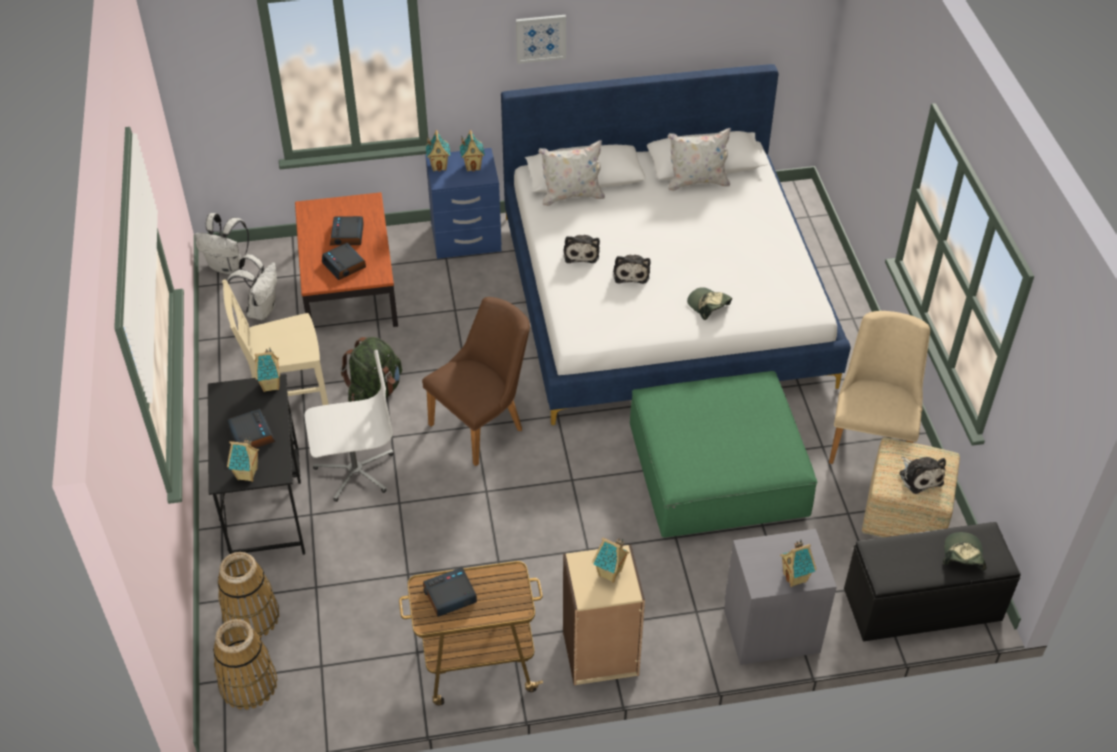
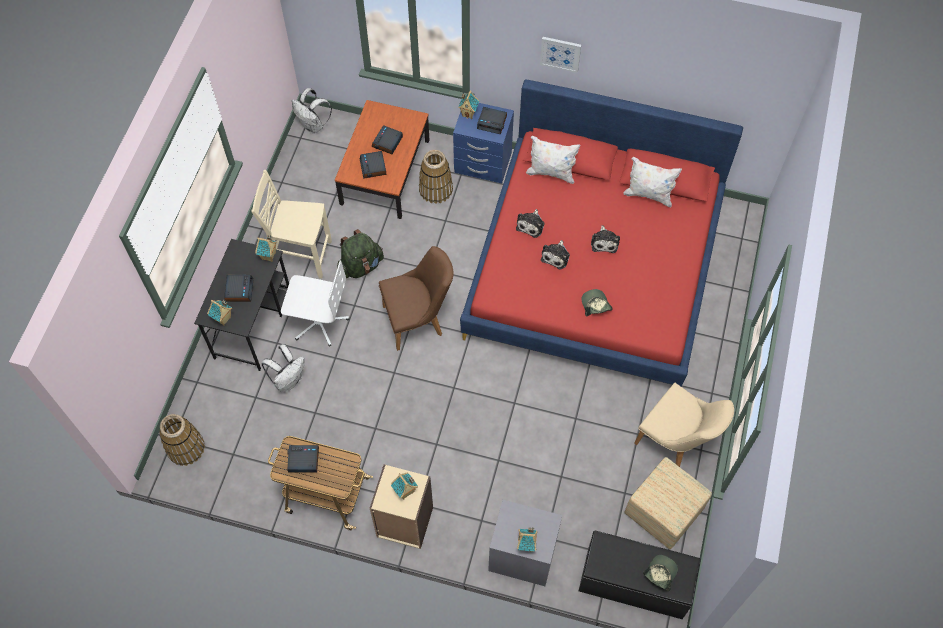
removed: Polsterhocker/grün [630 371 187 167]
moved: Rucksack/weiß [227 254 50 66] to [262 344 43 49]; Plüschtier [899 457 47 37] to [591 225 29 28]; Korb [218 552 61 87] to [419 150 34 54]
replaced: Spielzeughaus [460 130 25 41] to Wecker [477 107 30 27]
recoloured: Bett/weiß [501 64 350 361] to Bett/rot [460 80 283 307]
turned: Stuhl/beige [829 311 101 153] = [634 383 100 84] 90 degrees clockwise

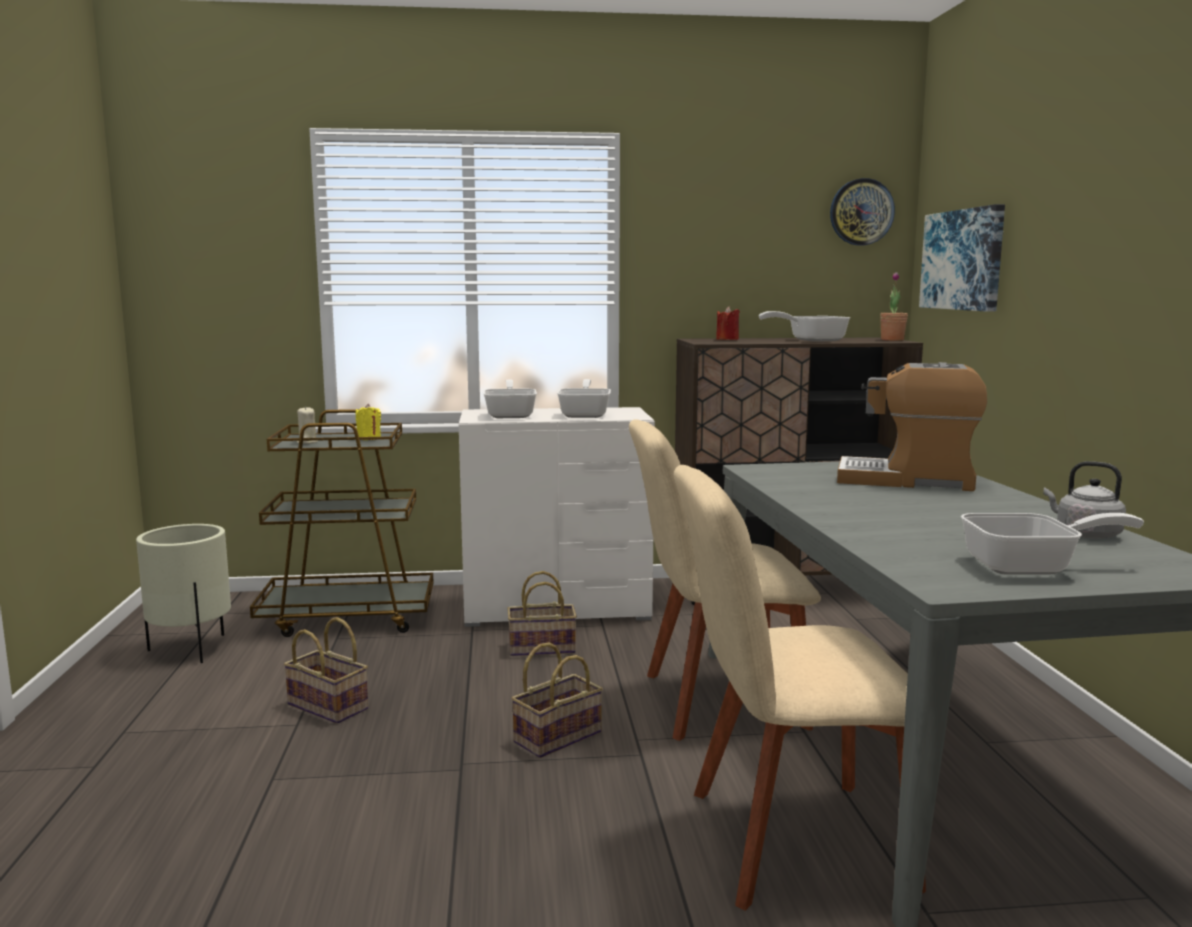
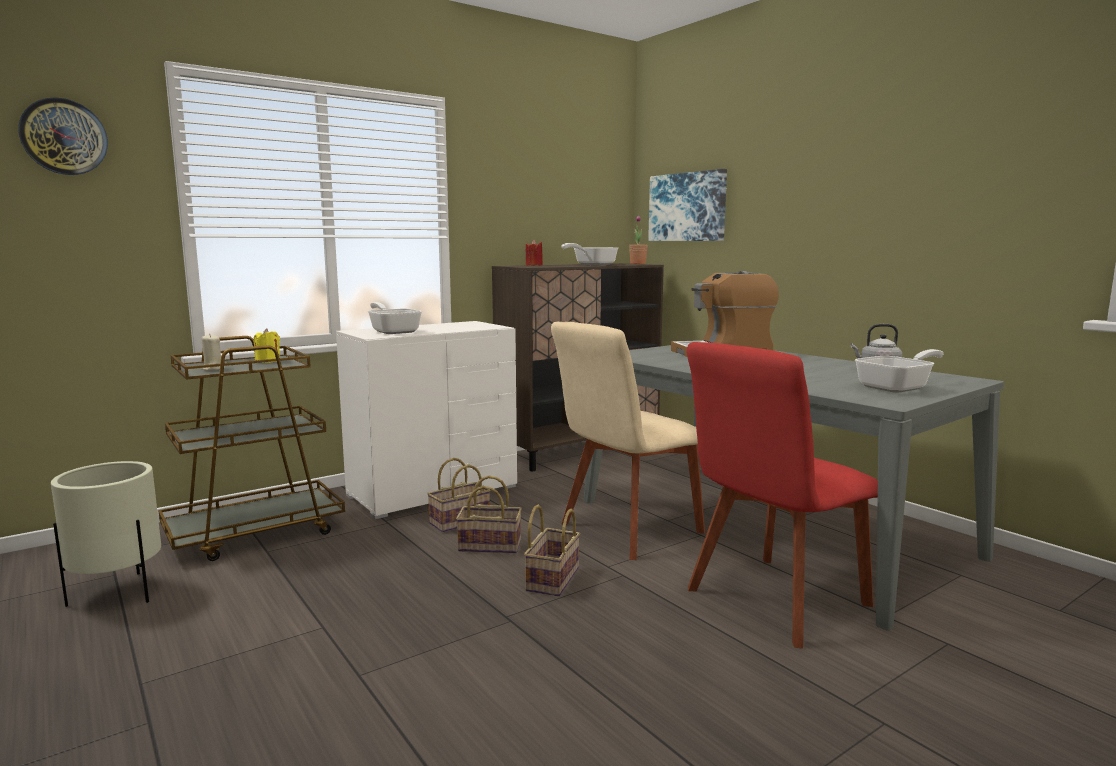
removed: Pfanne [557 379 54 39]
moved: Wanduhr [830 178 65 67] to [19 97 89 78]; Korb [284 617 84 107] to [456 476 66 77]
recoloured: Stuhl/beige [674 465 252 446] to Stuhl/rot [687 342 191 307]

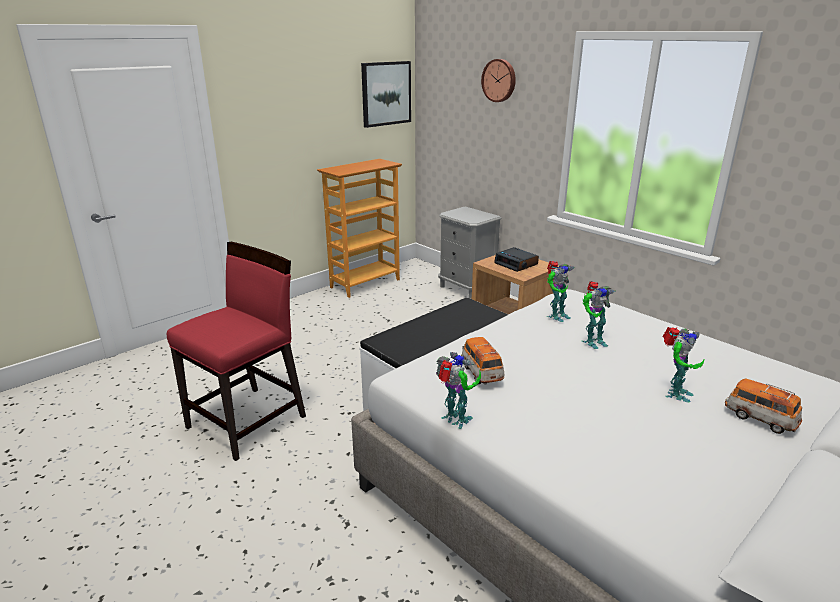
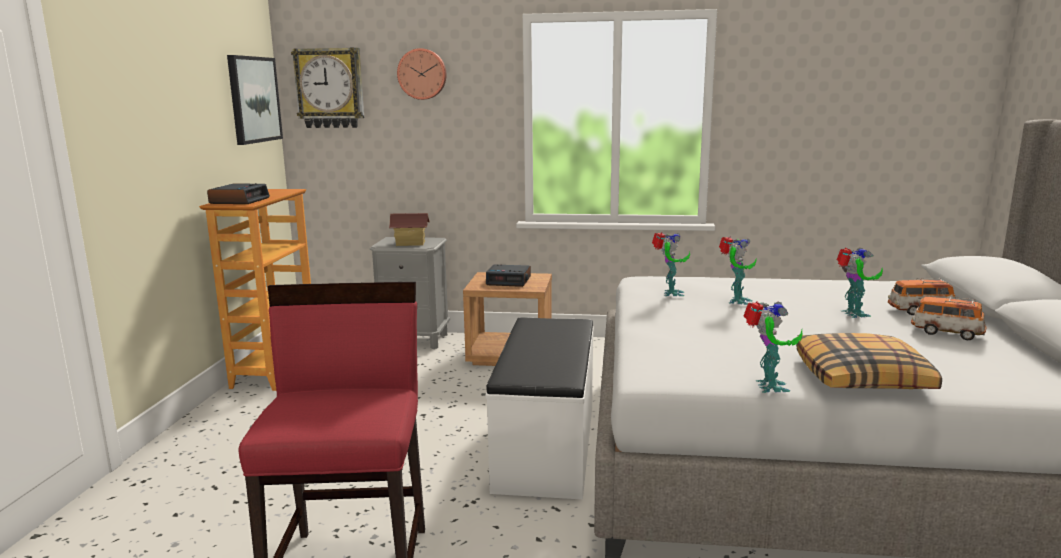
added: Wanduhr [291 47 73 81]; Wecker [207 183 63 21]; Spielzeughaus [389 213 41 33]; Kissen [796 333 146 56]
moved: Spielzeugauto [461 337 43 48] to [911 296 76 44]
turned: Spielzeugroboter [436 352 45 77] = [743 301 60 92] 90 degrees clockwise

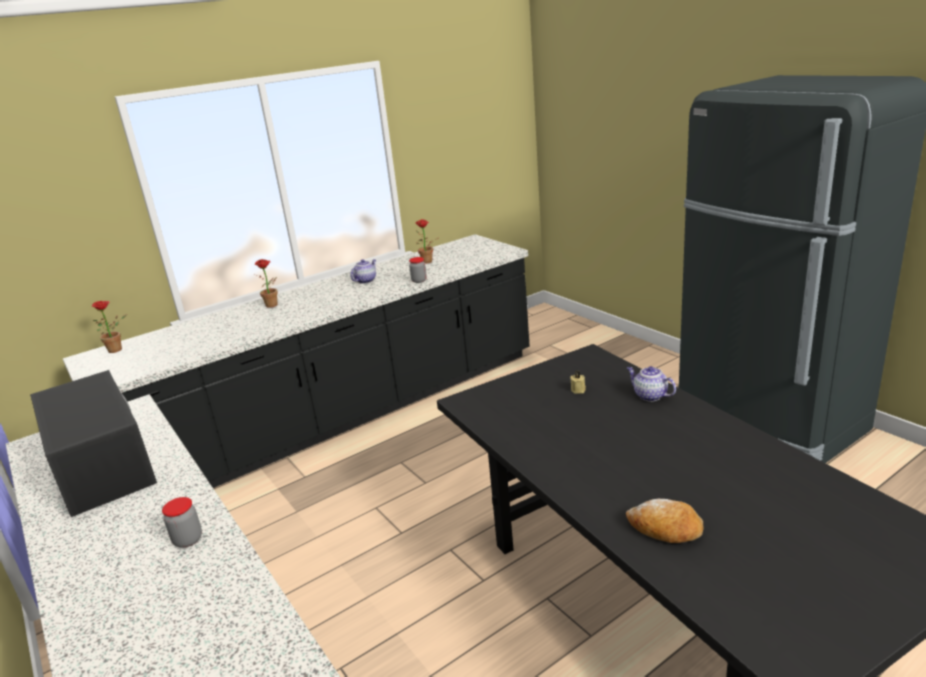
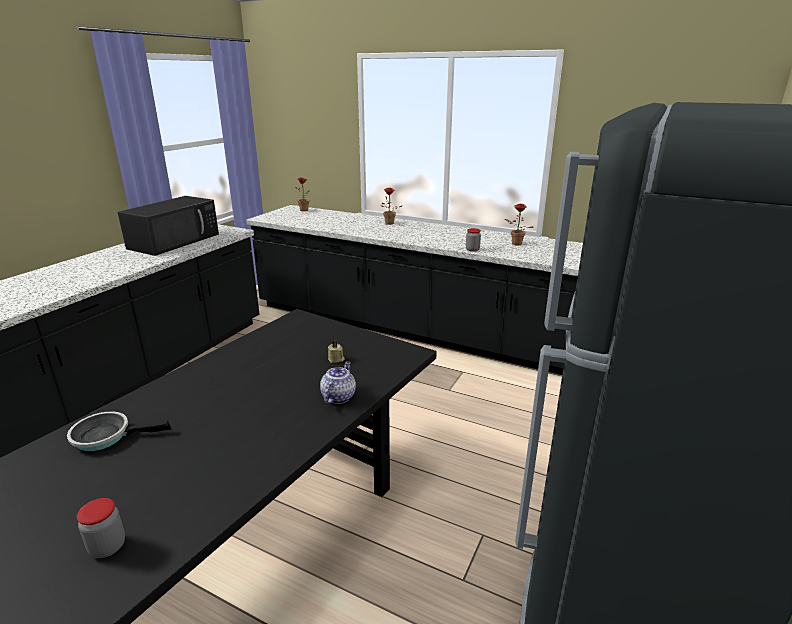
removed: Teekanne [350 259 26 25]
moved: Vorratsglas [162 497 40 51] to [77 498 48 60]
replaced: Brot [626 499 78 44] to Pfanne [67 412 104 39]

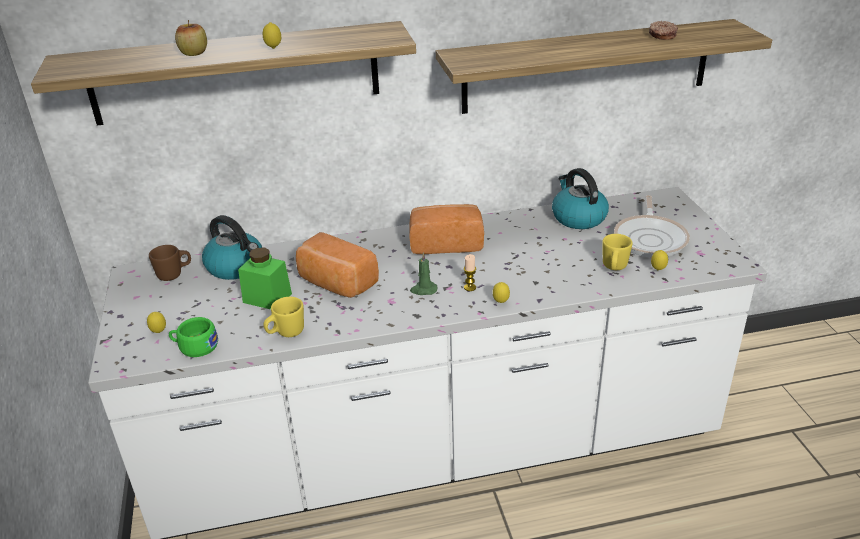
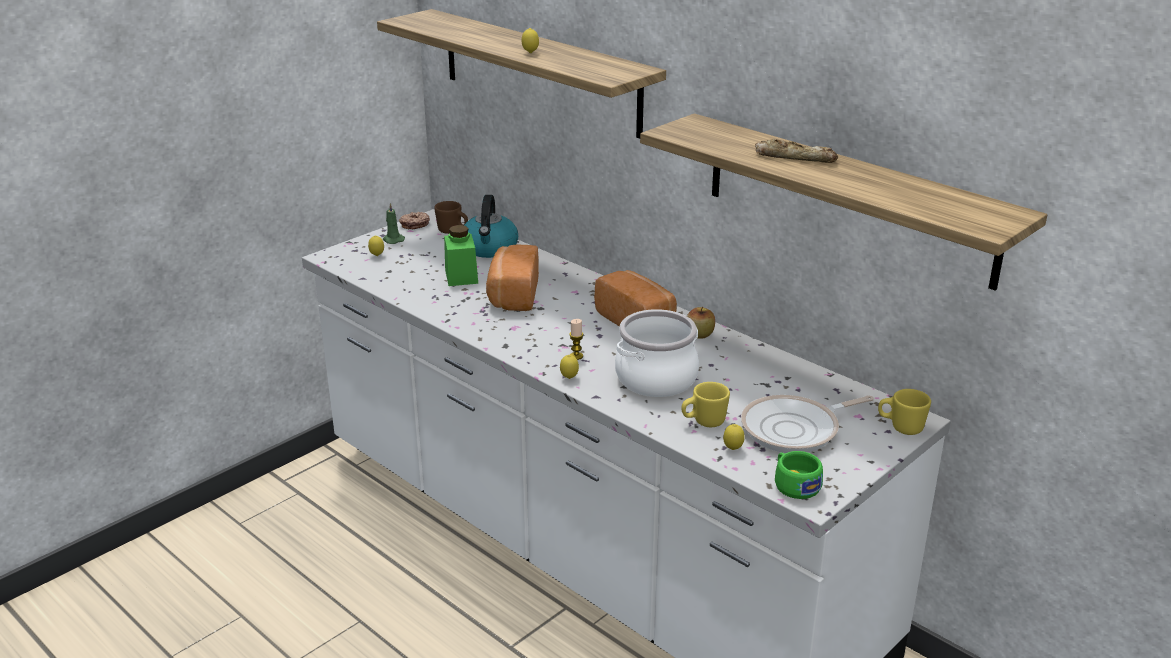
removed: Wasserkessel [552 168 57 61]
added: Brot [755 139 83 24]; Kochtopf [615 309 84 88]
moved: Apfel [175 20 32 36] to [687 307 28 32]; Donut [649 21 29 19] to [399 212 31 17]; Kerze/grün [410 253 27 42] to [383 203 22 41]; Henkelbecher/gelb [264 297 40 40] to [878 389 53 46]; Tasse/grün [169 317 49 40] to [775 451 48 48]

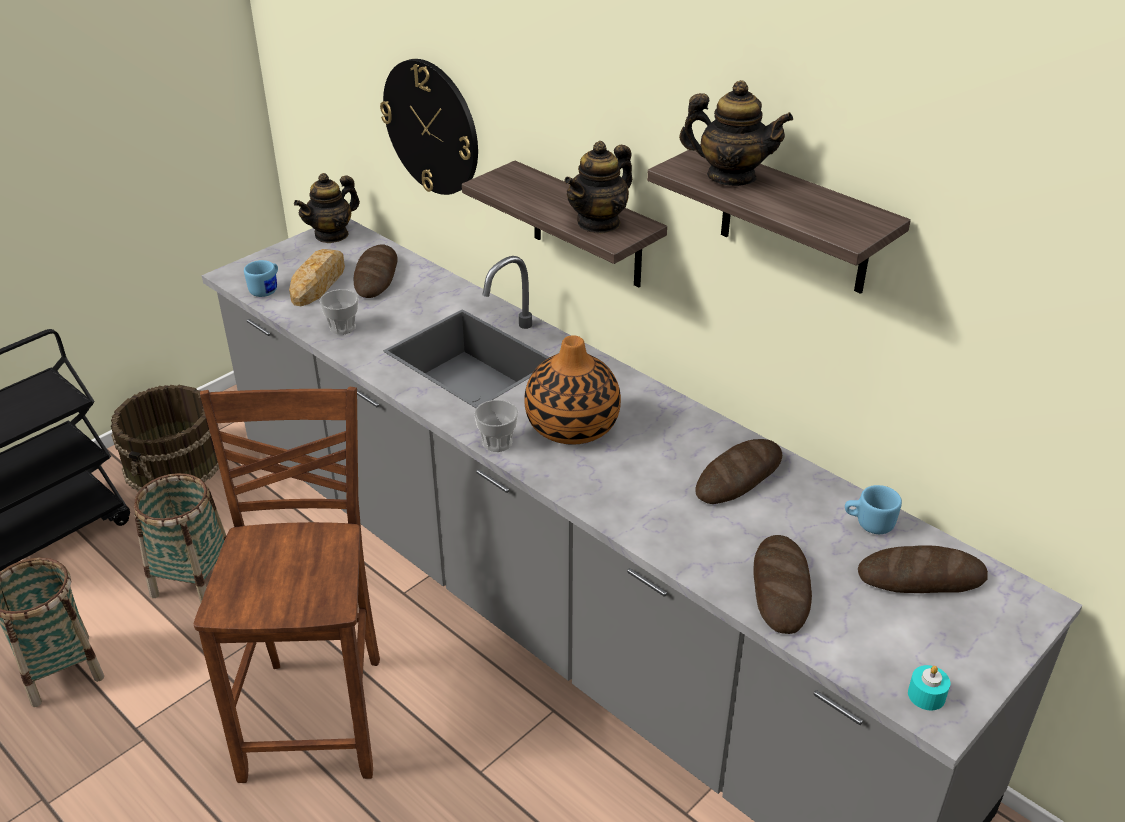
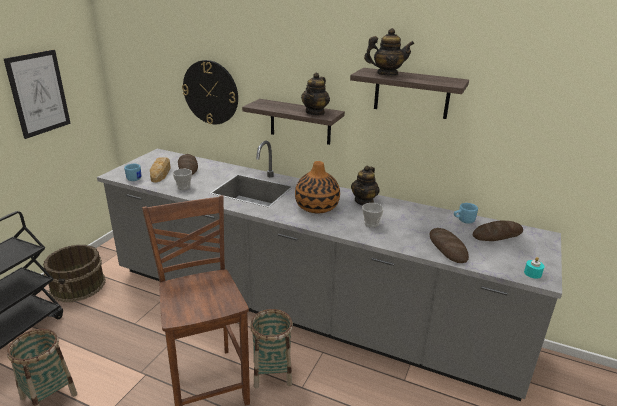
removed: Brot [695 439 87 65]
added: Bild [4 50 67 89]
moved: Teekanne [294 173 66 70] to [351 165 28 40]; Tasse [474 400 44 52] to [362 203 22 25]; Korb [134 473 92 130] to [250 309 43 80]

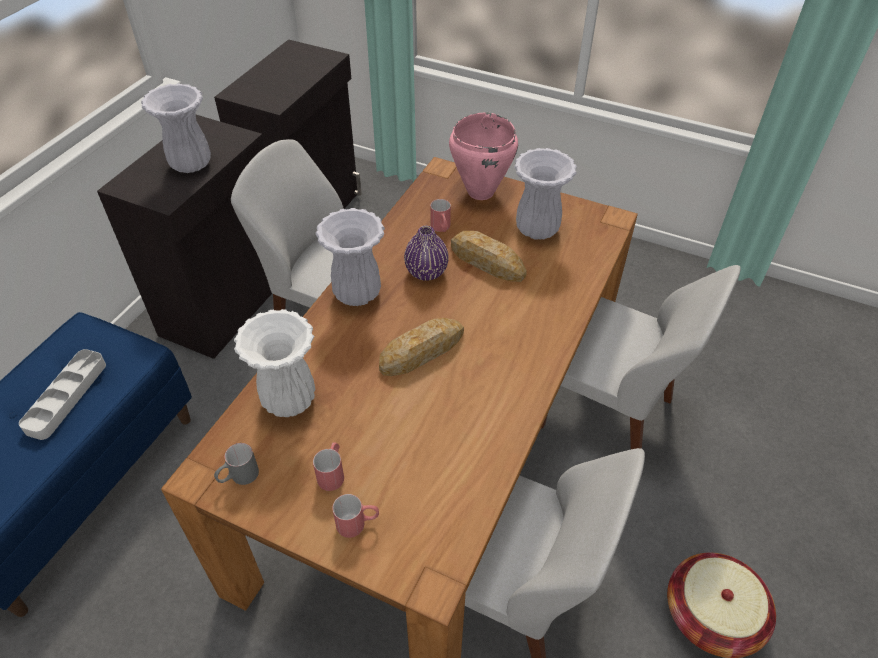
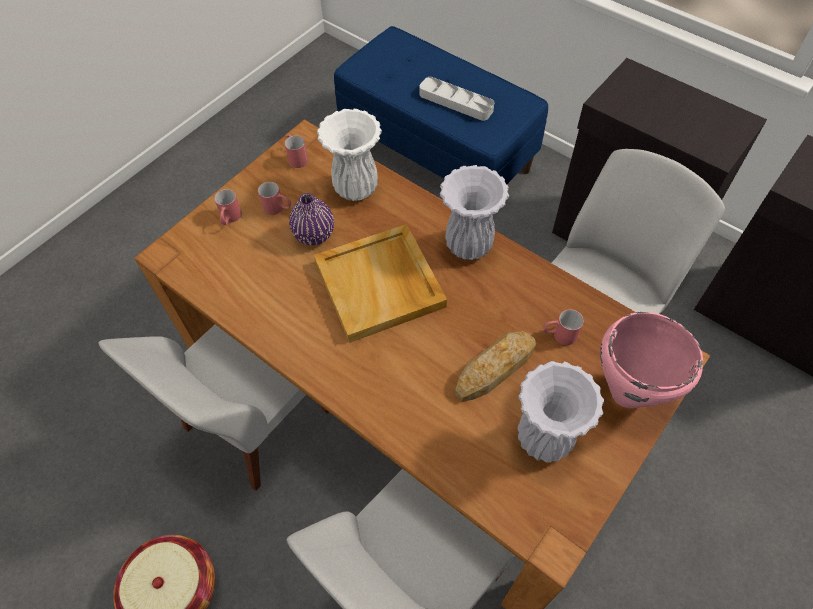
removed: Vase/weiß [141 83 70 90]
moved: Vase/lila [404 226 45 55] to [289 193 45 52]
replaced: Brot [379 318 85 58] to Tablett/beige [314 224 133 119]
recoloured: Henkelbecher/grau [214 443 45 42] to Henkelbecher/rot [285 134 23 34]

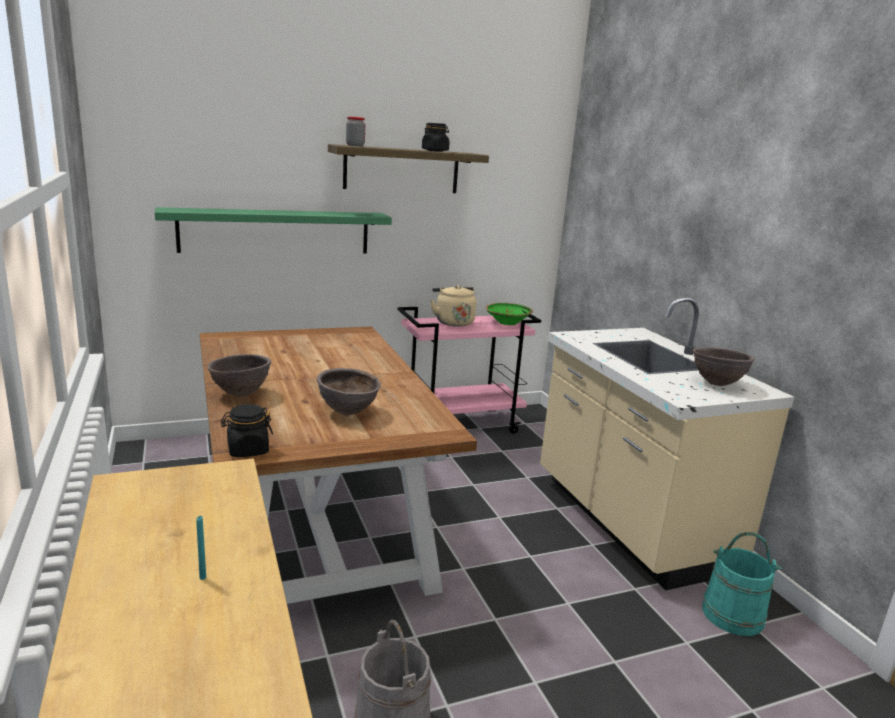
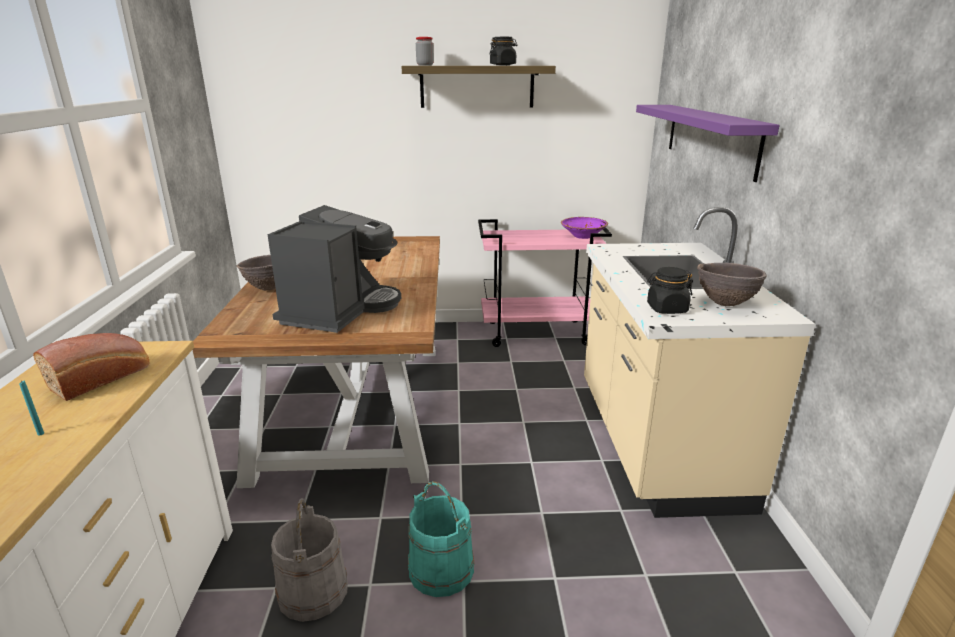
removed: Wandregal/grün [155 207 237 46]; Wasserkessel/beige [430 285 47 42]
added: Wandregal/lila [636 105 144 77]; Brot [33 333 116 68]
moved: Vorratsglas/schwarz [221 404 52 53] to [647 267 46 47]; Eimer/türkis [702 532 80 104] to [408 481 66 116]
replaced: Schüssel/braun [317 368 64 47] to Kaffeemaschine [267 205 134 128]
recoloured: Schüssel/grün [485 303 48 22] to Schüssel/lila [561 217 47 22]

